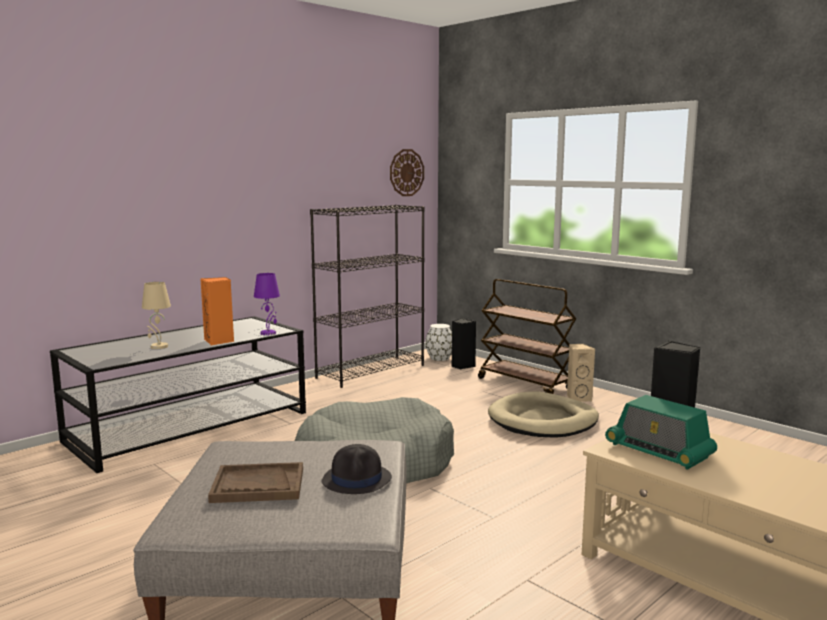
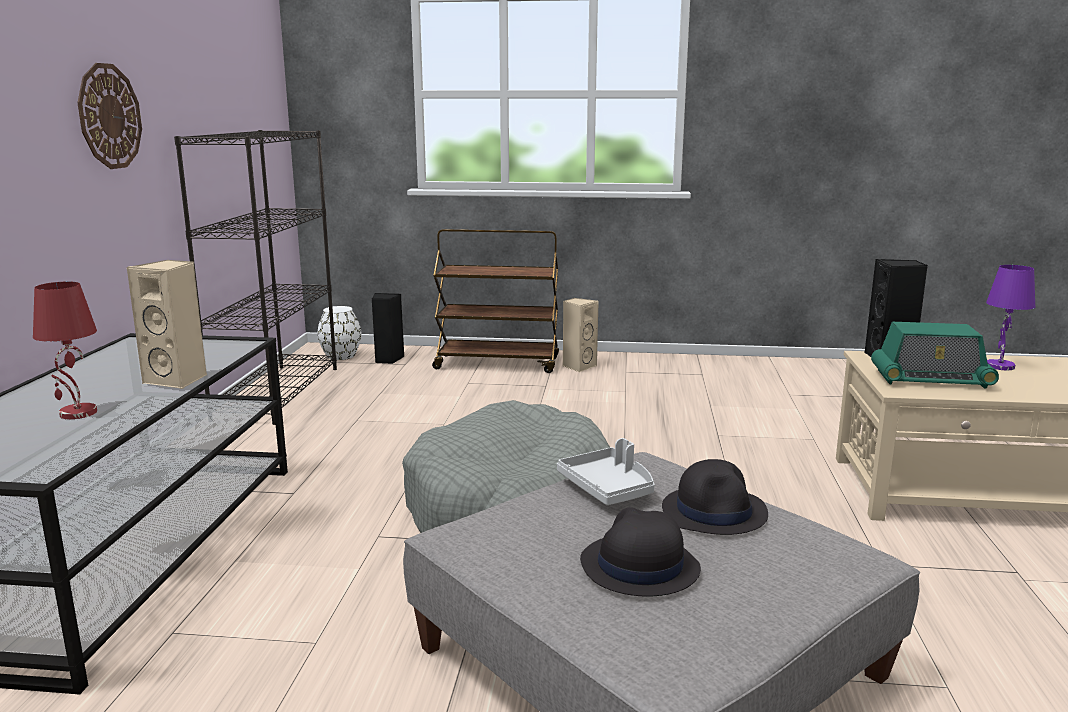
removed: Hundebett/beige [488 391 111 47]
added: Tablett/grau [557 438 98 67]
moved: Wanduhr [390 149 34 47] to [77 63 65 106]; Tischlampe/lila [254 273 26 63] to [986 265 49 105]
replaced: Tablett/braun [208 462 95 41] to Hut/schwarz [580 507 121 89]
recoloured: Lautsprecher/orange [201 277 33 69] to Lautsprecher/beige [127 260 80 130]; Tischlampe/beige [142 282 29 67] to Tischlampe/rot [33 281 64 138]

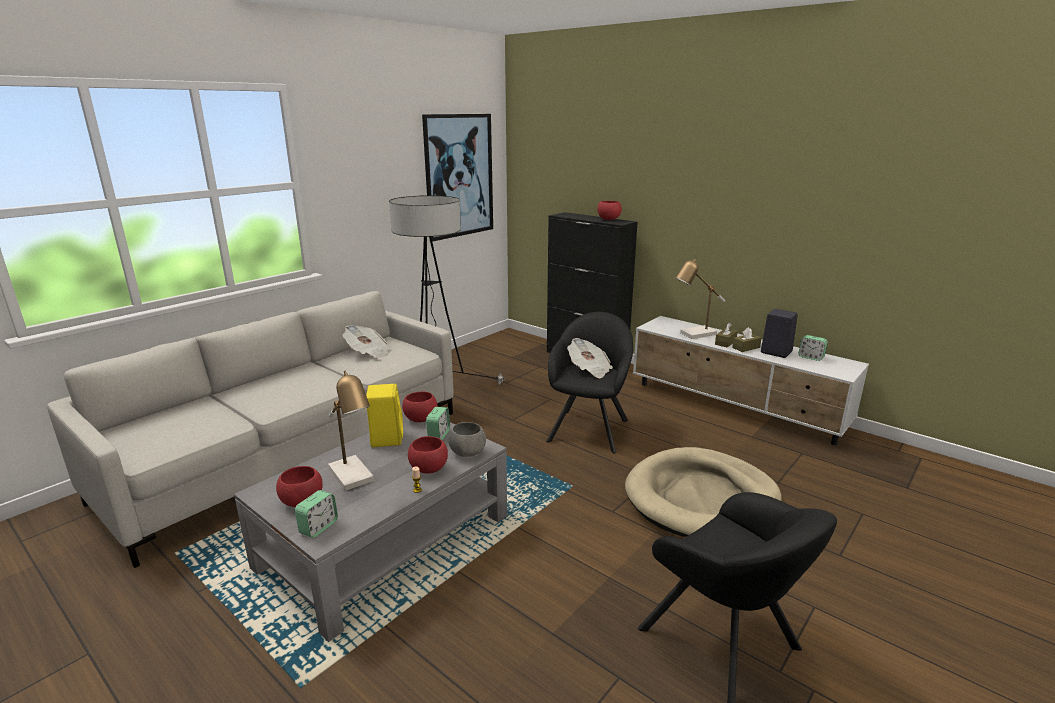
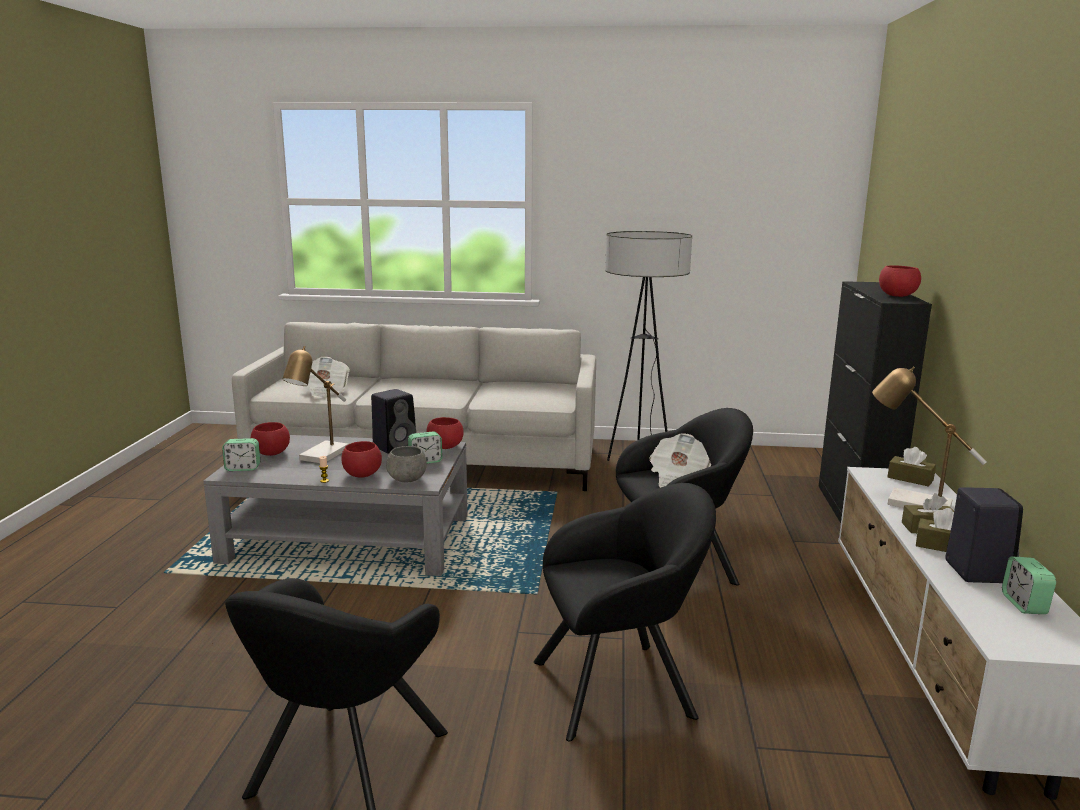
removed: Bild [422 114 71 128]
added: Taschentuchbox/braun [888 447 48 40]
moved: Zeitung [343 325 47 34] to [304 357 46 41]
replaced: Hundebett/beige [625 447 157 90] to Sessel/schwarz [533 483 183 259]
recoloured: Lautsprecher/gelb [366 384 37 63] to Lautsprecher/schwarz [371 389 45 65]

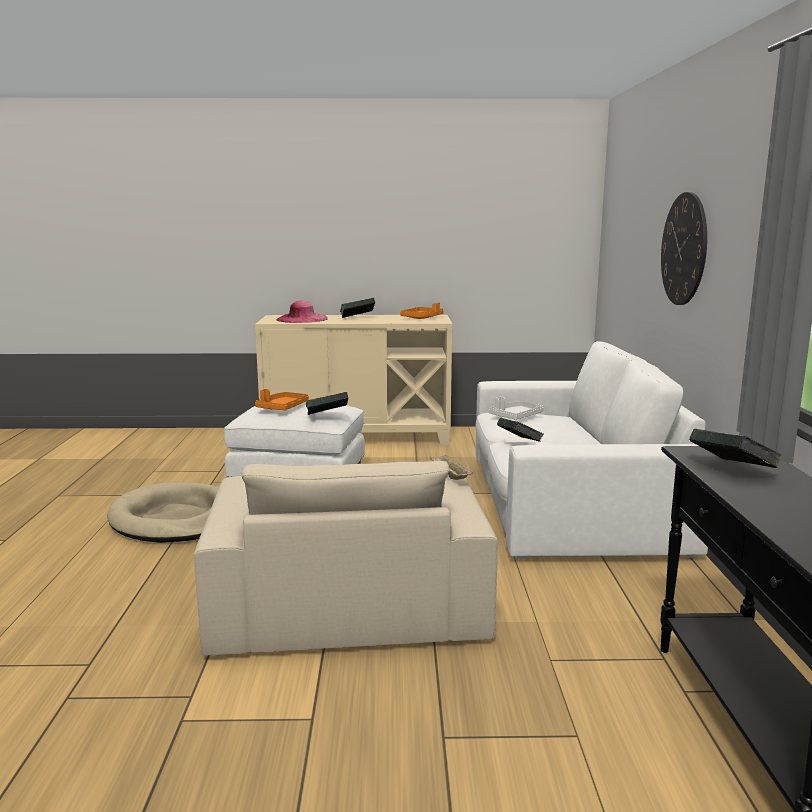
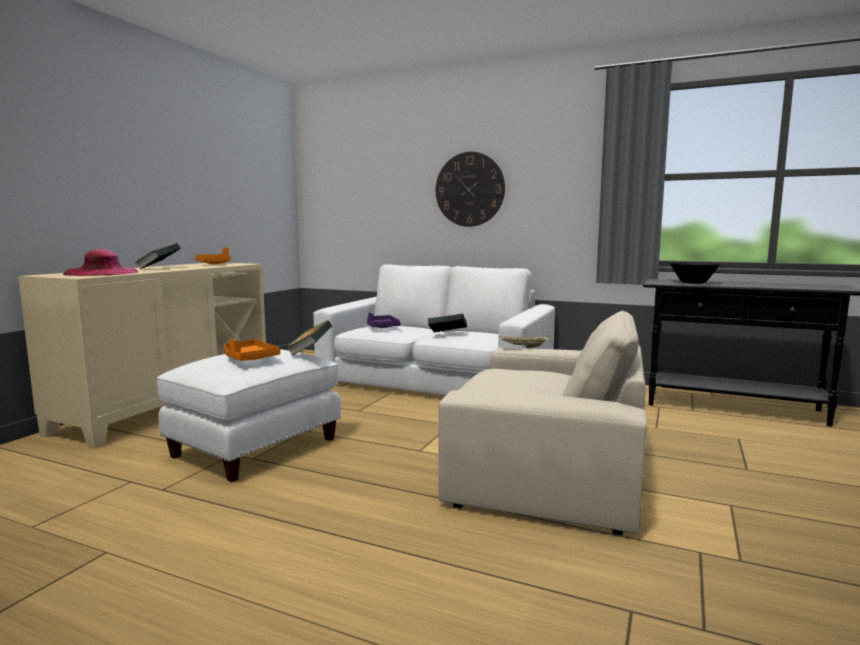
removed: Hundebett/beige [107 482 112 61]
replaced: Buch [689 429 93 39] to Schüssel/schwarz [670 262 51 22]
recoloured: Tablett/weiß [489 396 55 24] to Tablett/lila [367 313 33 15]

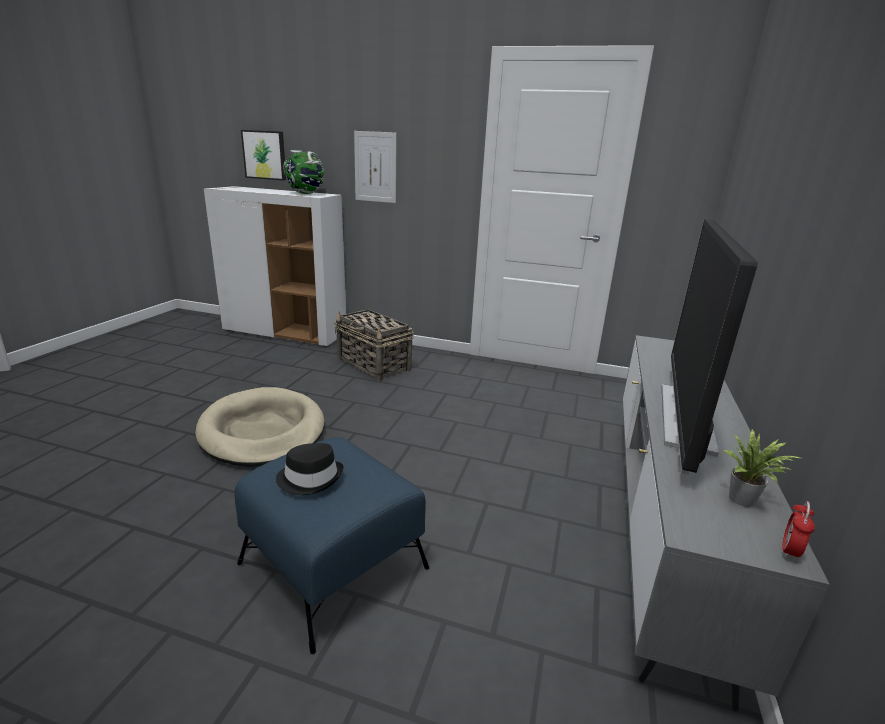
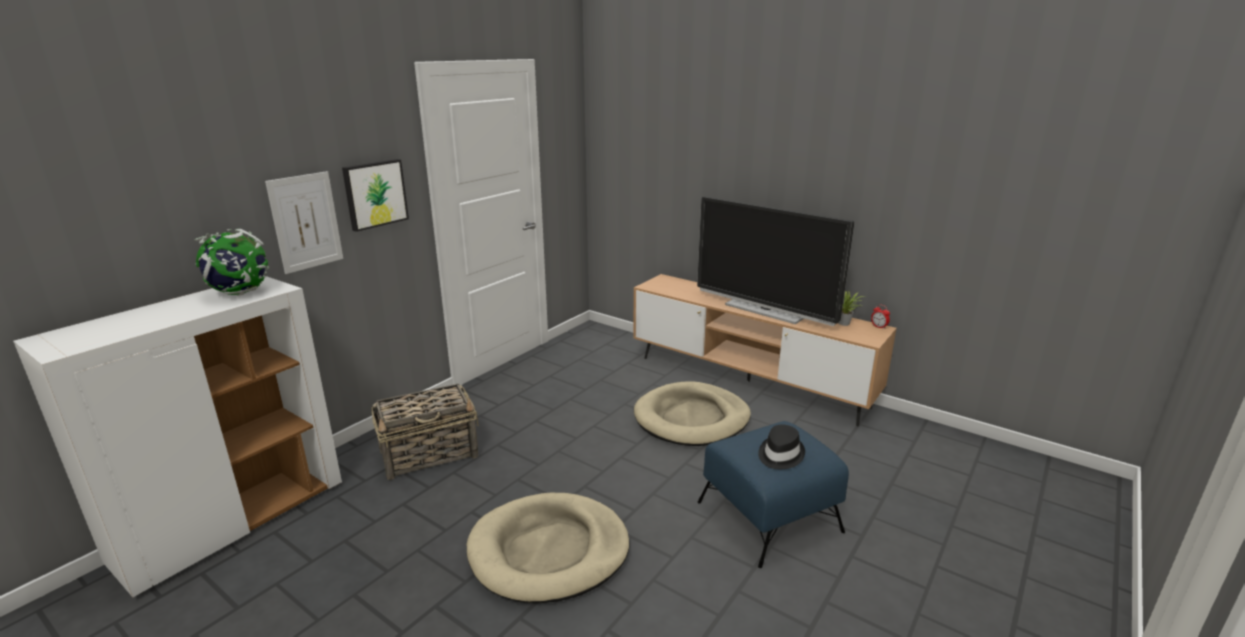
added: Hundebett/beige [634 381 117 65]
moved: Bild [241 130 45 50] to [342 159 67 73]
recoloured: Fernsehschrank/grau [622 335 208 376] to Fernsehschrank/braun [633 274 264 153]

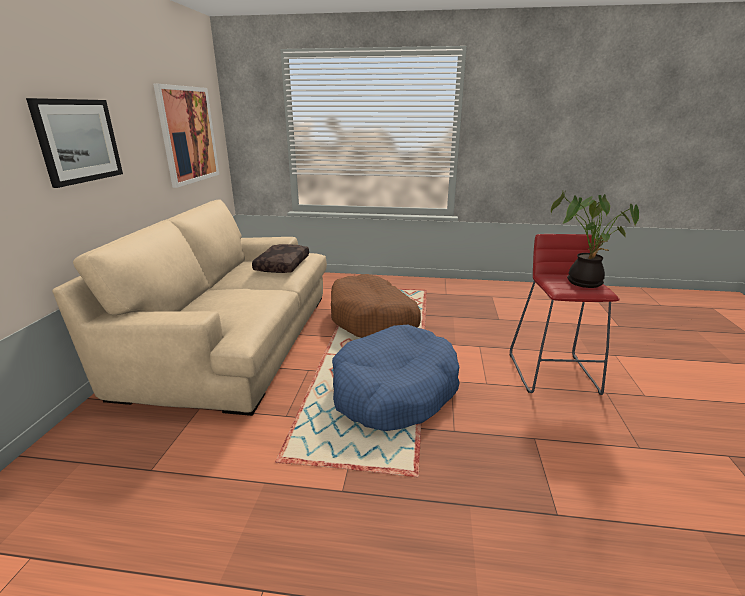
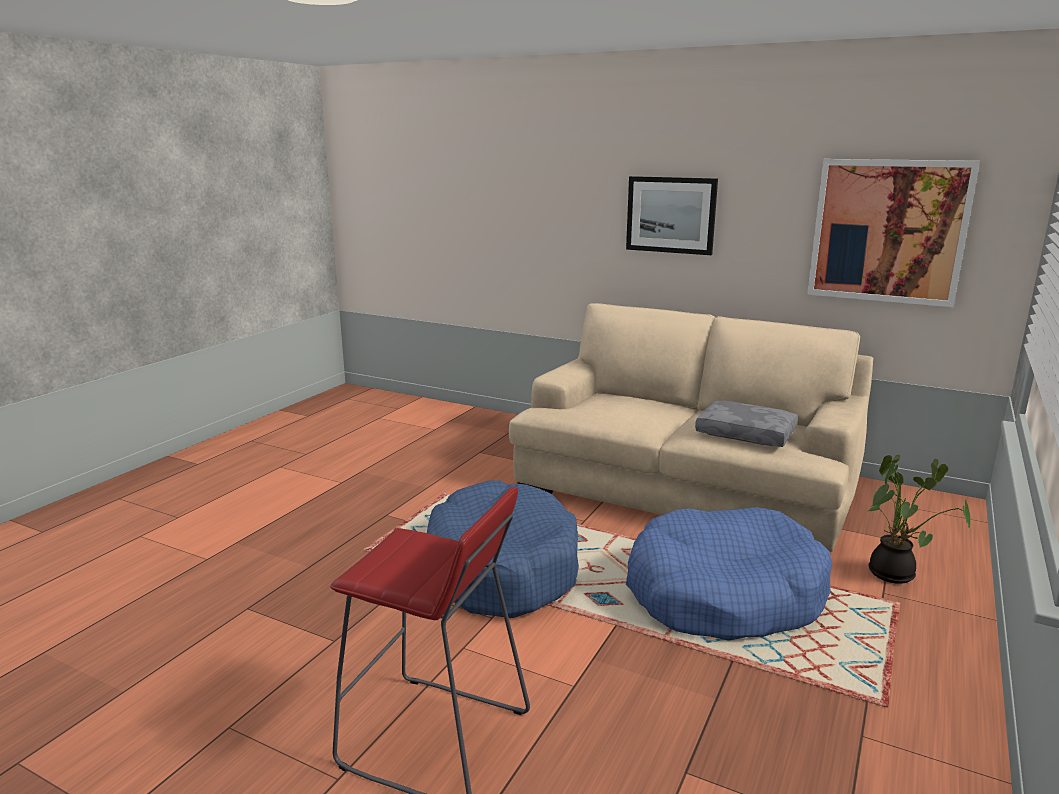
moved: Topfpflanze [551 191 88 97] to [868 454 103 130]
recoloured: Kissen/braun [252 244 57 29] to Kissen/grau [695 401 103 46]; Hundebett/braun [331 274 90 64] to Hundebett/blau [626 507 206 133]

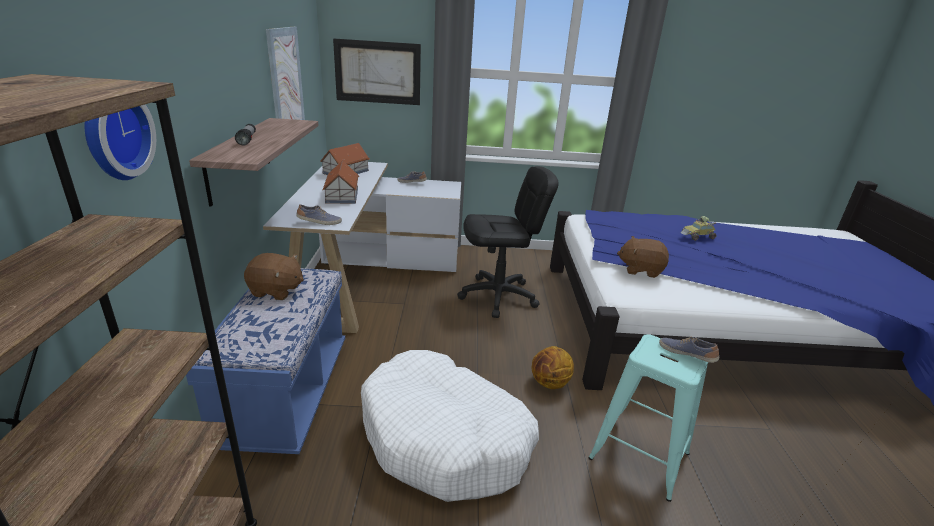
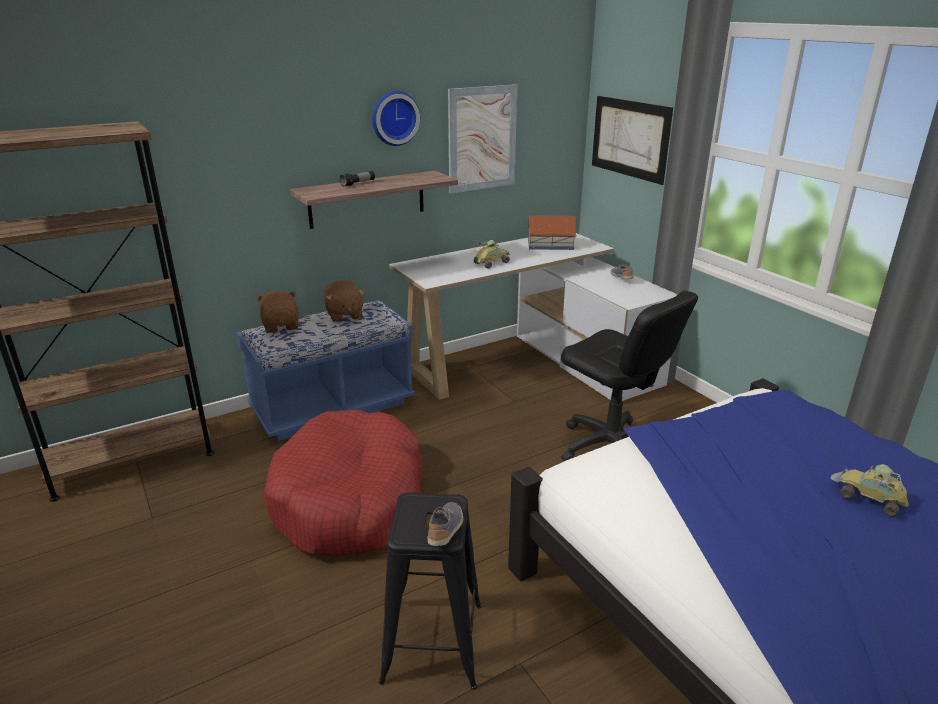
removed: Schuh [296 204 46 21]; Basketball [532 346 42 43]
moved: Wanduhr [85 104 71 76] to [372 91 48 55]; Plüschtier/braun [617 236 52 42] to [255 290 44 43]
replaced: Spielzeughaus [322 161 37 43] to Spielzeugauto [474 240 36 28]
recoloured: Hocker/türkis [588 334 120 168] to Hocker/schwarz [379 493 103 197]; Hundebett/weiß [361 350 178 152] to Hundebett/rot [263 410 159 147]

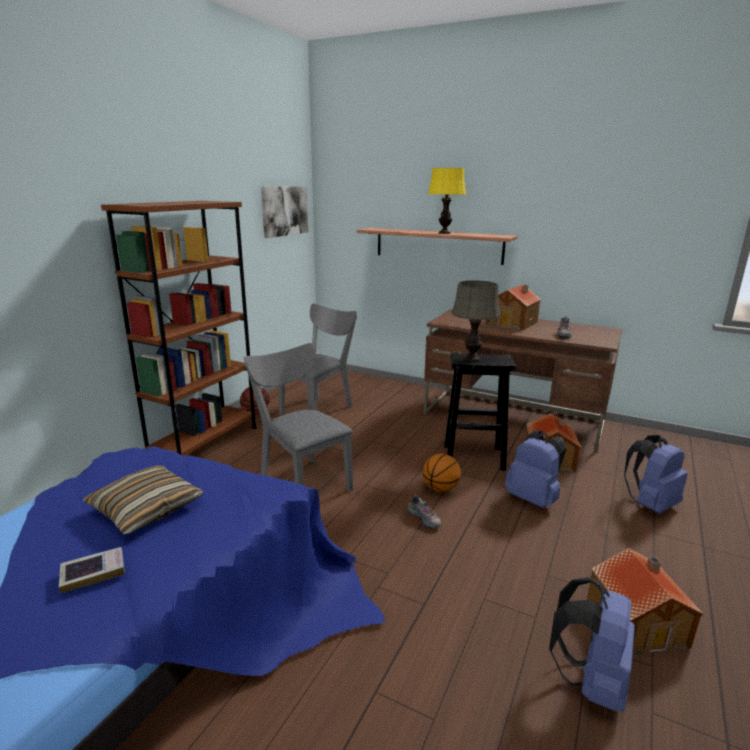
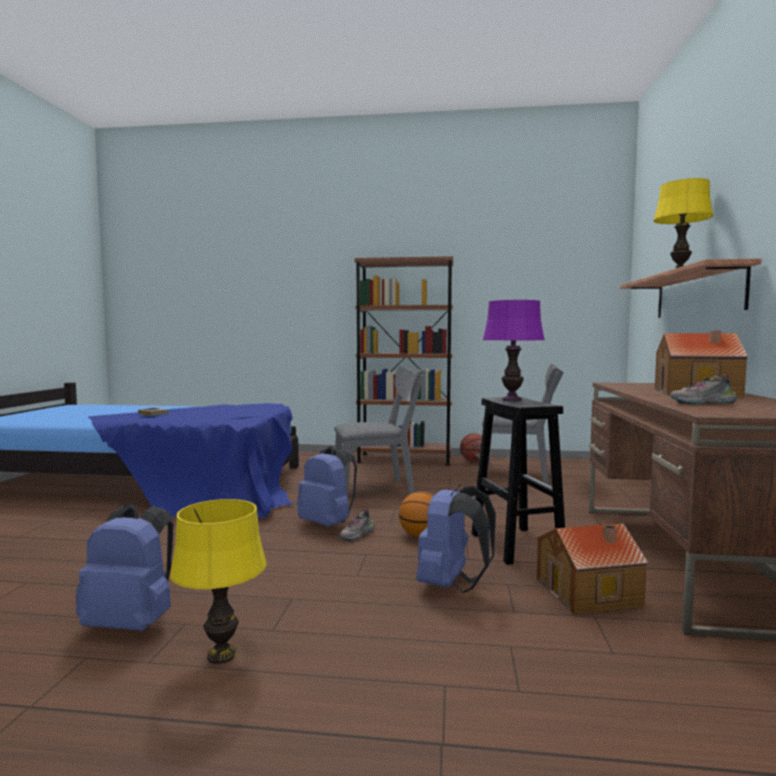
removed: Bild [261 186 47 52]; Kissen [82 465 121 69]
moved: Rucksack/blau [624 435 64 79] to [297 446 60 81]
replaced: Spielzeughaus [587 548 116 106] to Tischlampe/gelb [170 499 97 165]
recoloured: Tischlampe/grau [452 280 48 81] to Tischlampe/lila [483 300 62 101]
turned: Stuhl/grau [244 343 109 149] = [334 366 89 134] 45 degrees clockwise

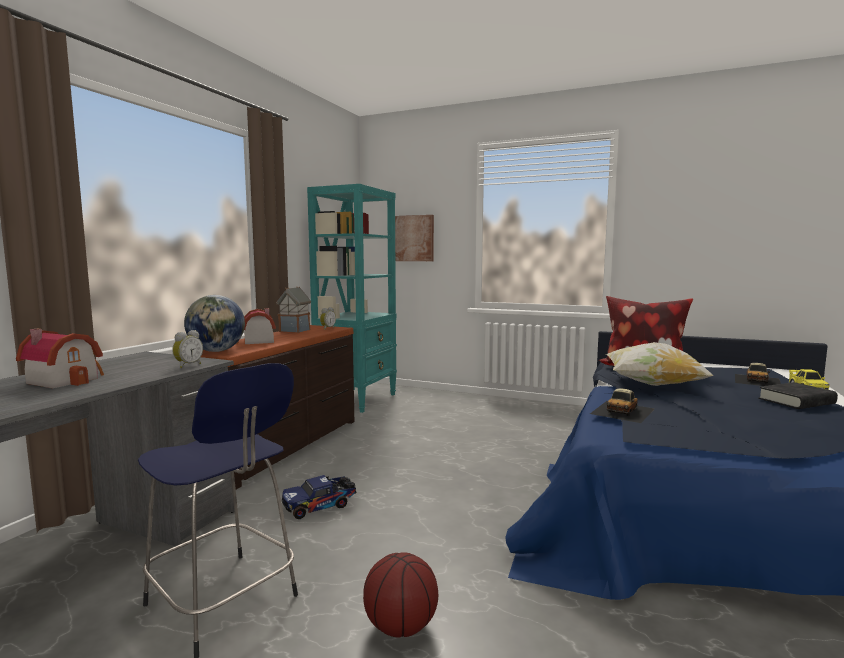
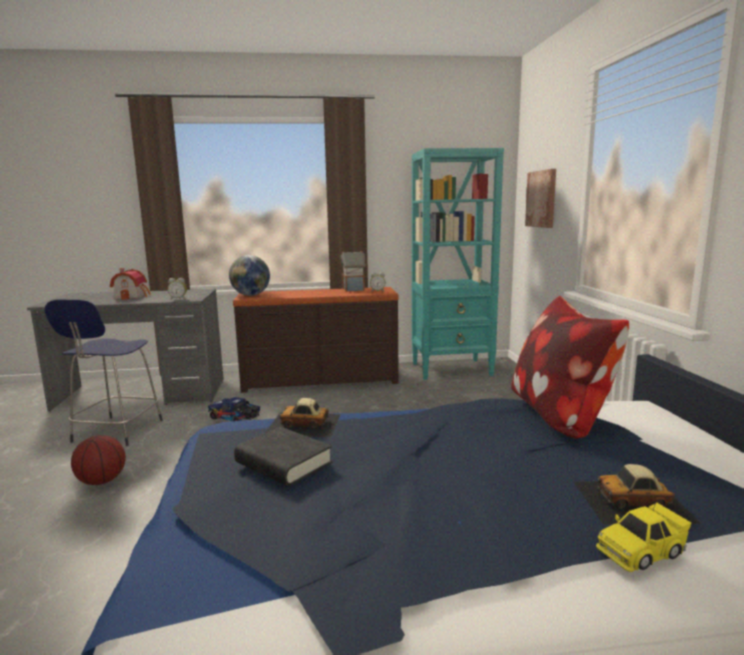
removed: Spielzeughaus [236 308 40 36]; Kissen [606 342 108 44]
moved: Buch/schwarz [758 382 80 27] to [234 427 98 59]

